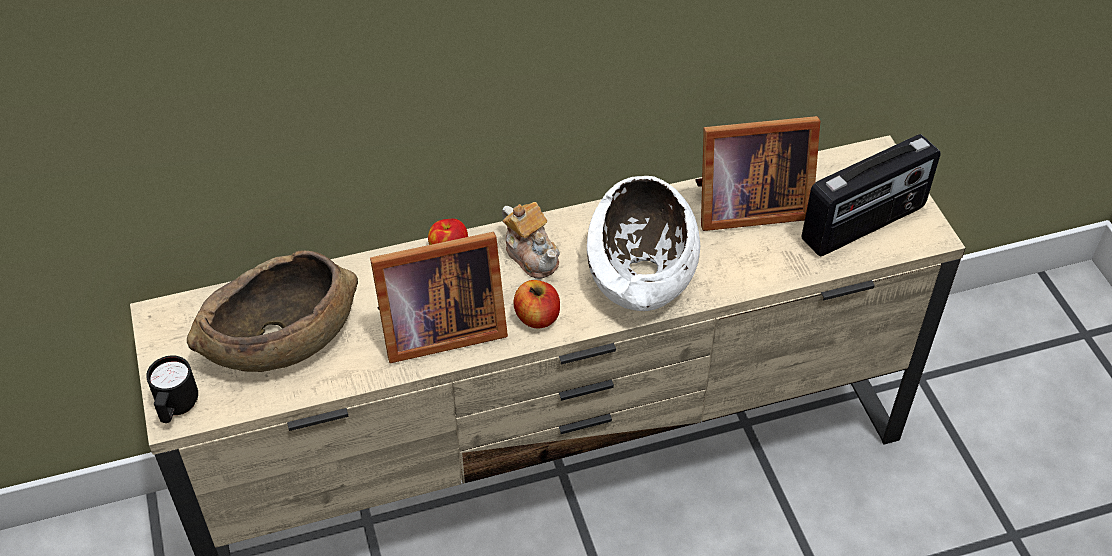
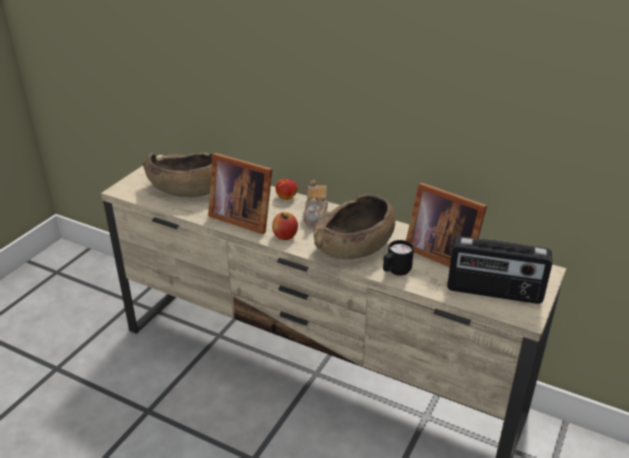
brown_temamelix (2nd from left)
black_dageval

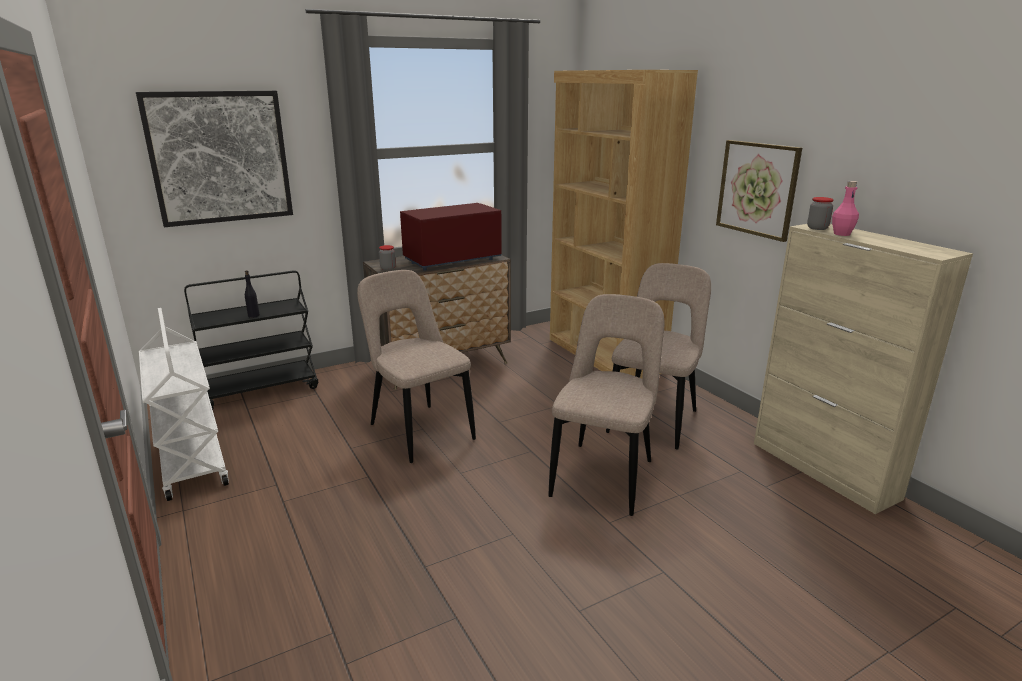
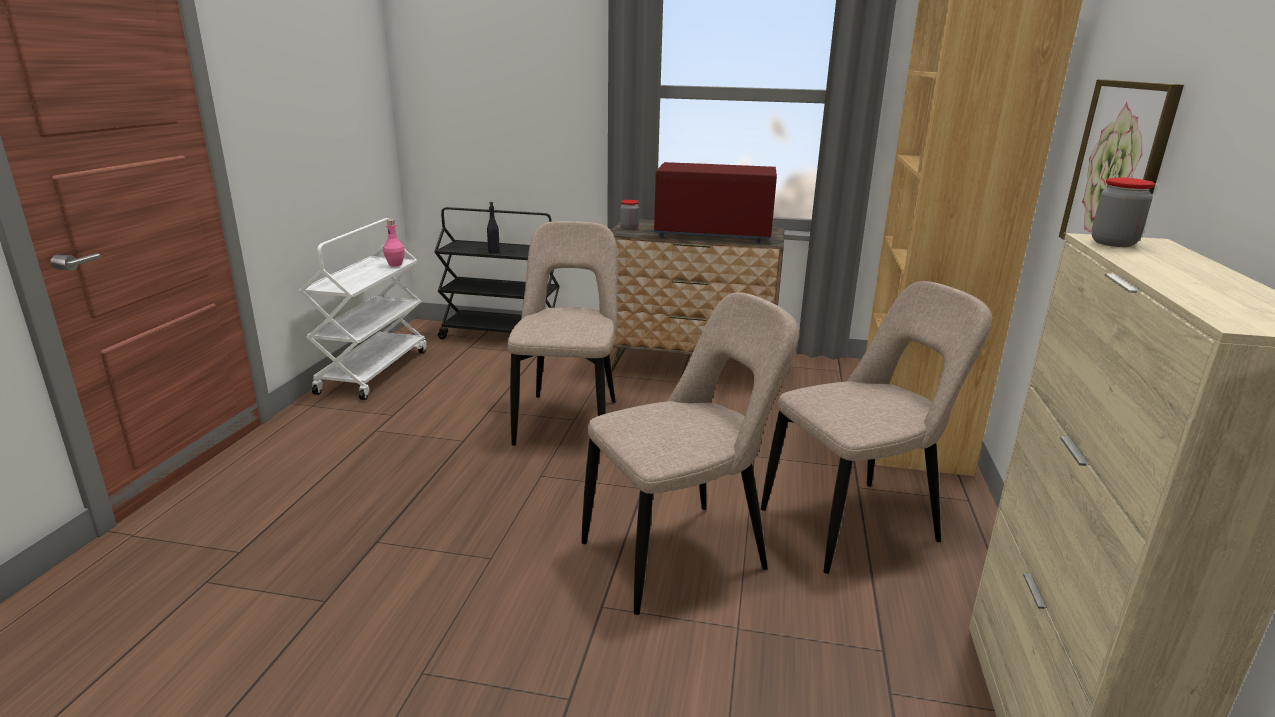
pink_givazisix
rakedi (1st from left in the first image)

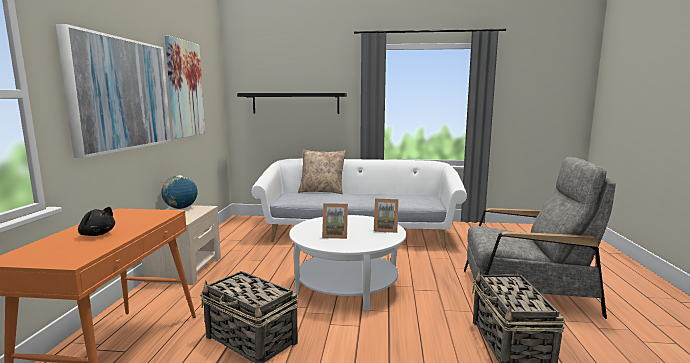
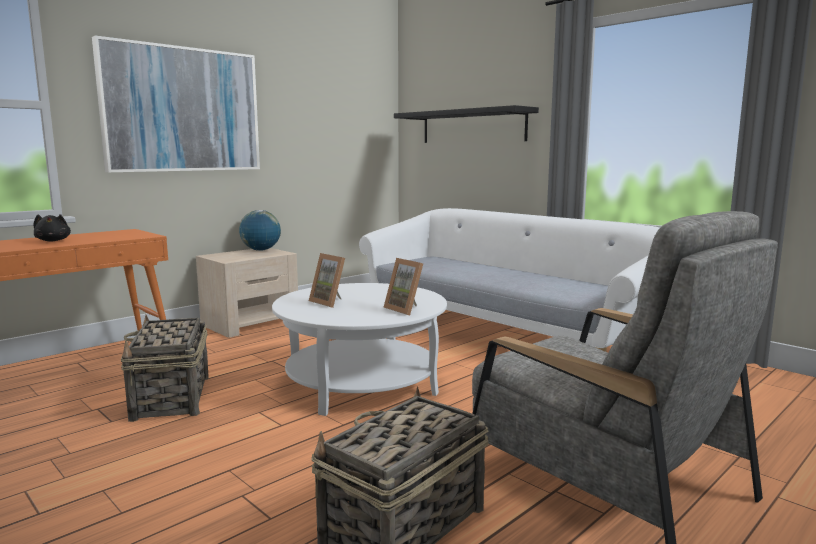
rakedi (2nd from left in the first image)
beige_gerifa

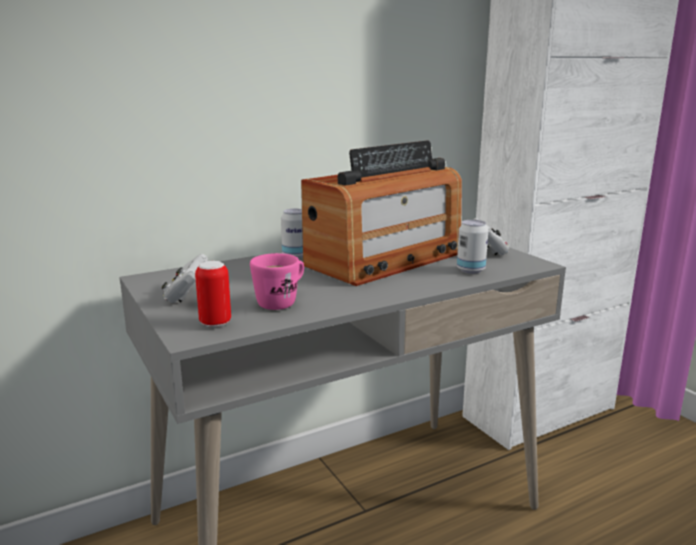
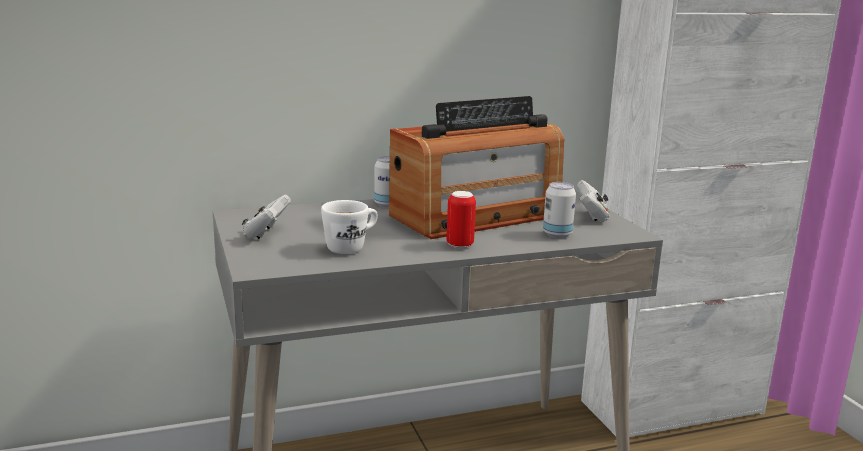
white_dageval
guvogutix (2nd from left)

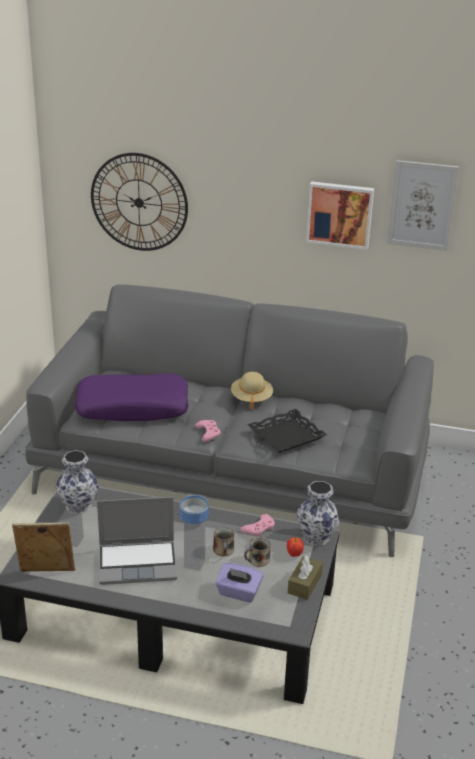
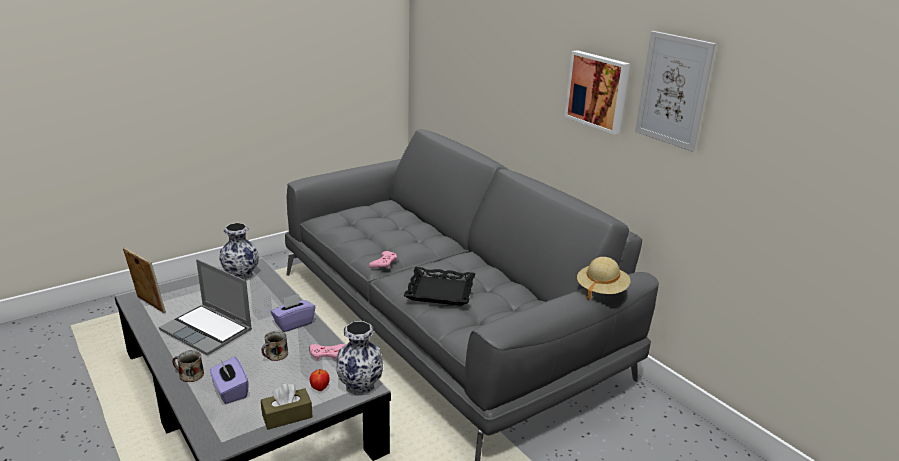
dageval (1st from left)
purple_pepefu (2nd from left)
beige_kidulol
purple_gerifa
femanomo

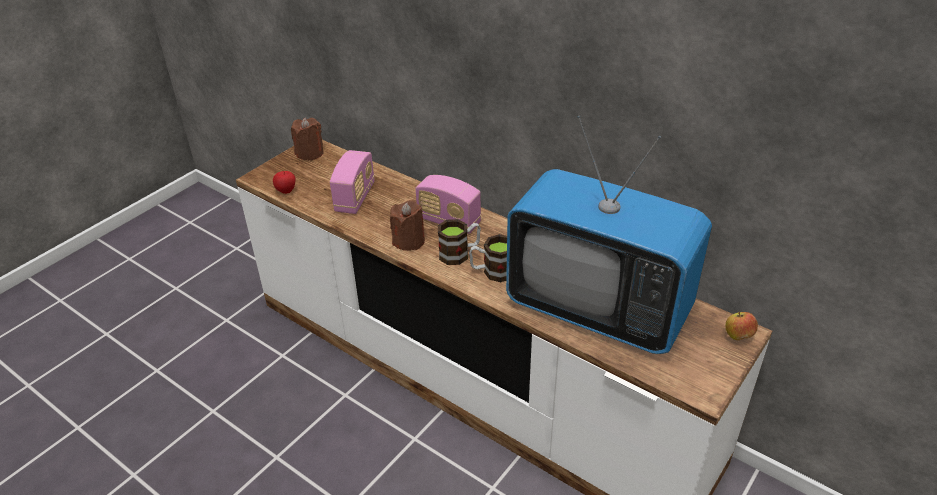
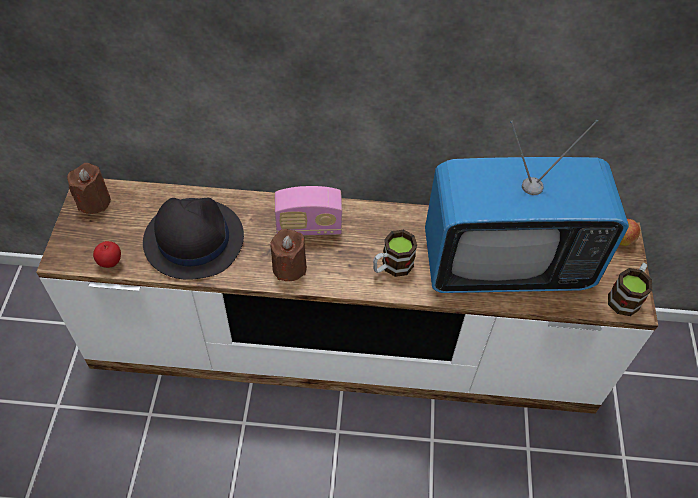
black_kidulol
dageval (2nd from left)

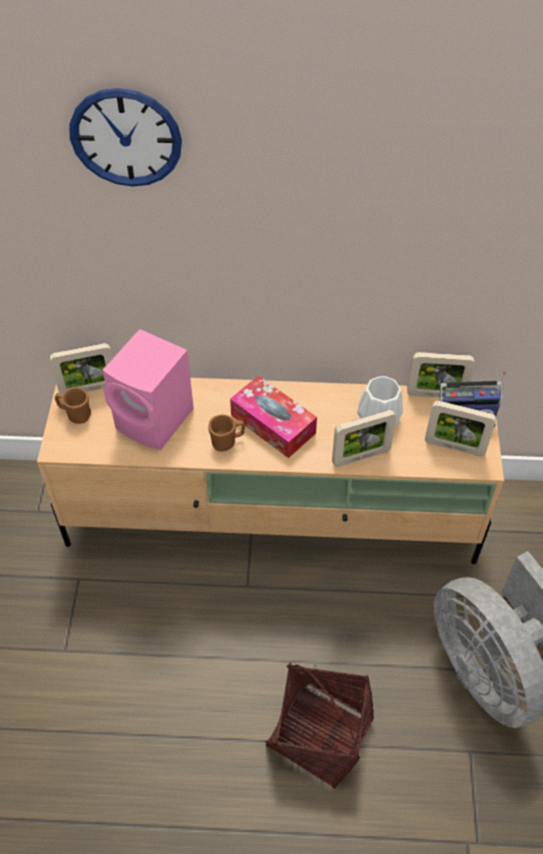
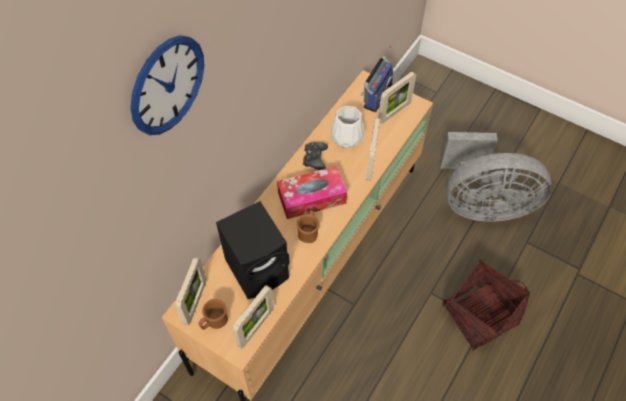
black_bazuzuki
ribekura (2nd from left)
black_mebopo

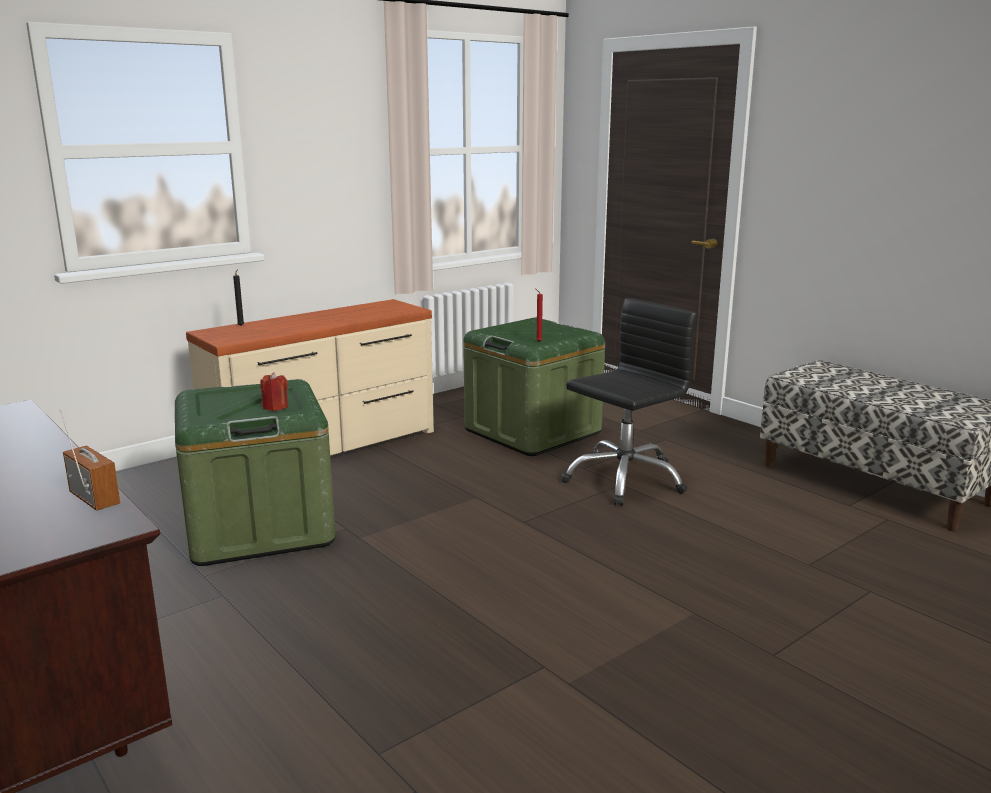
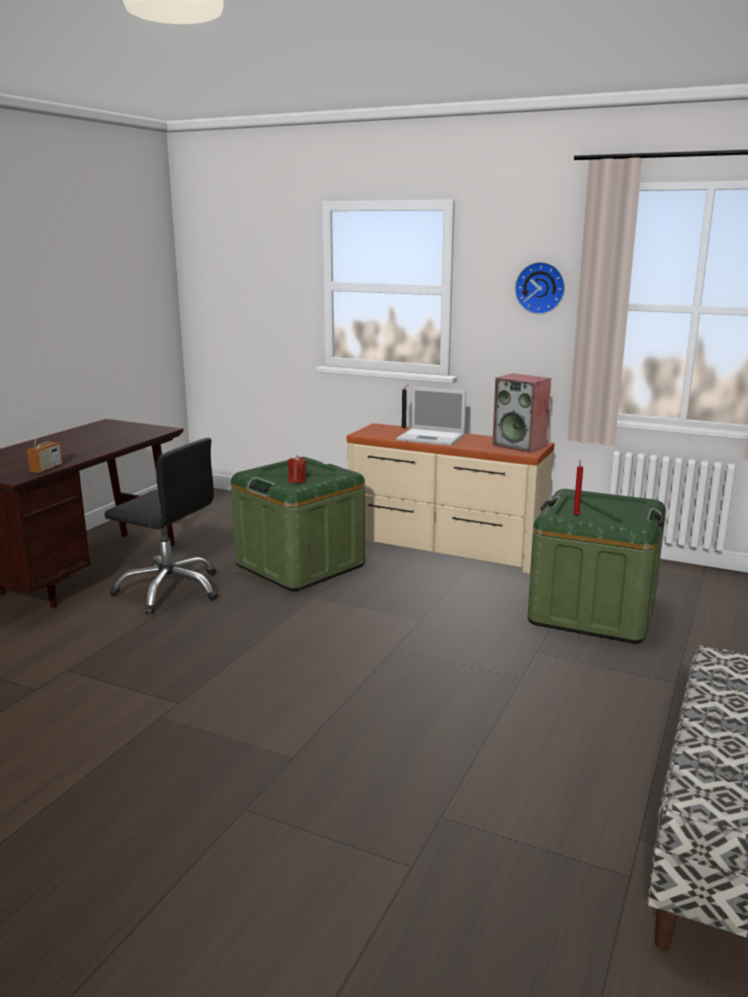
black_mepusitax
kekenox
bazuzuki
femanomo

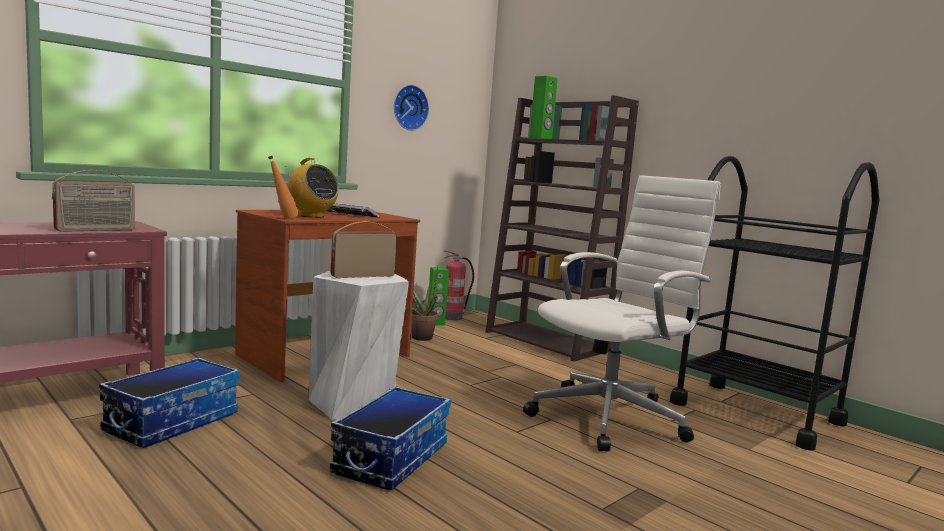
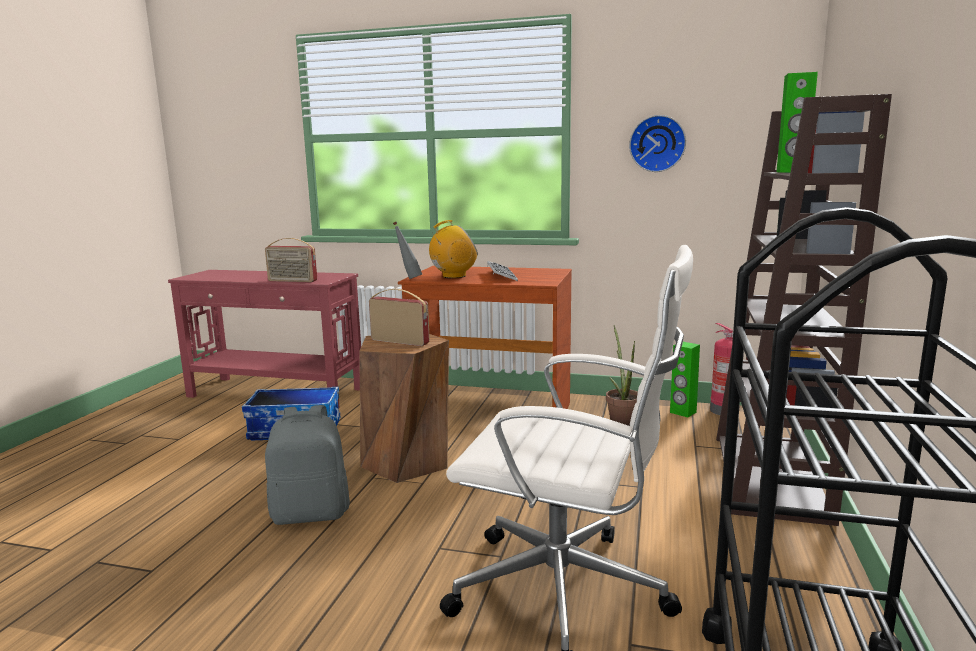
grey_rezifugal
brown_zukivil
grey_givazisix
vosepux (3rd from left)

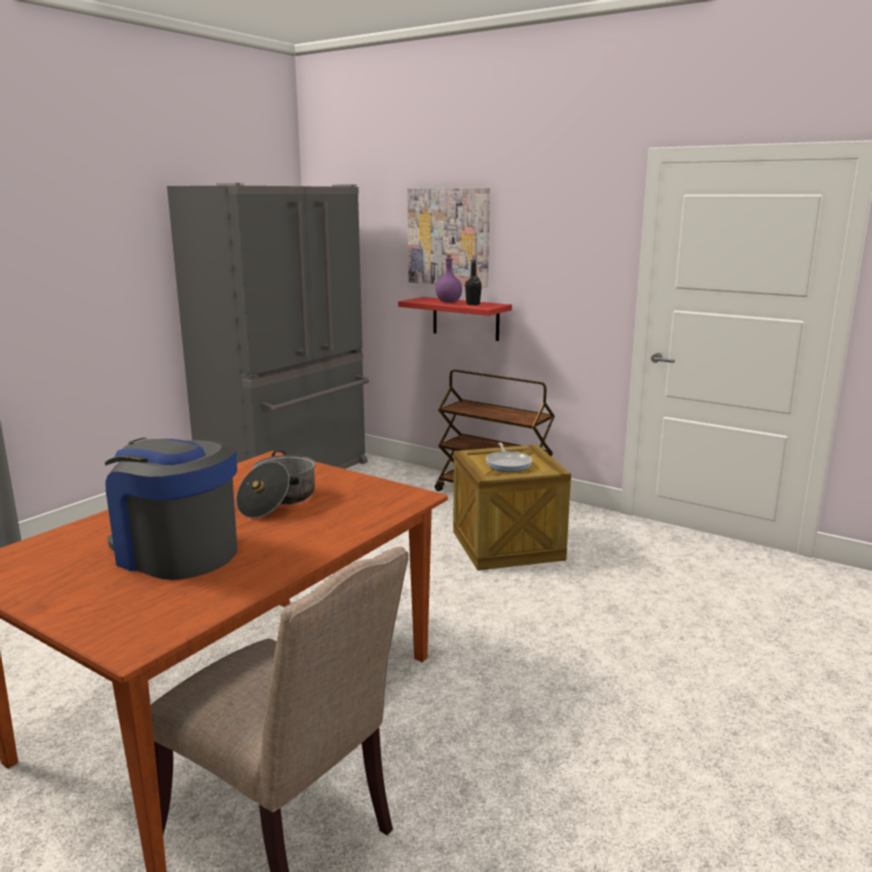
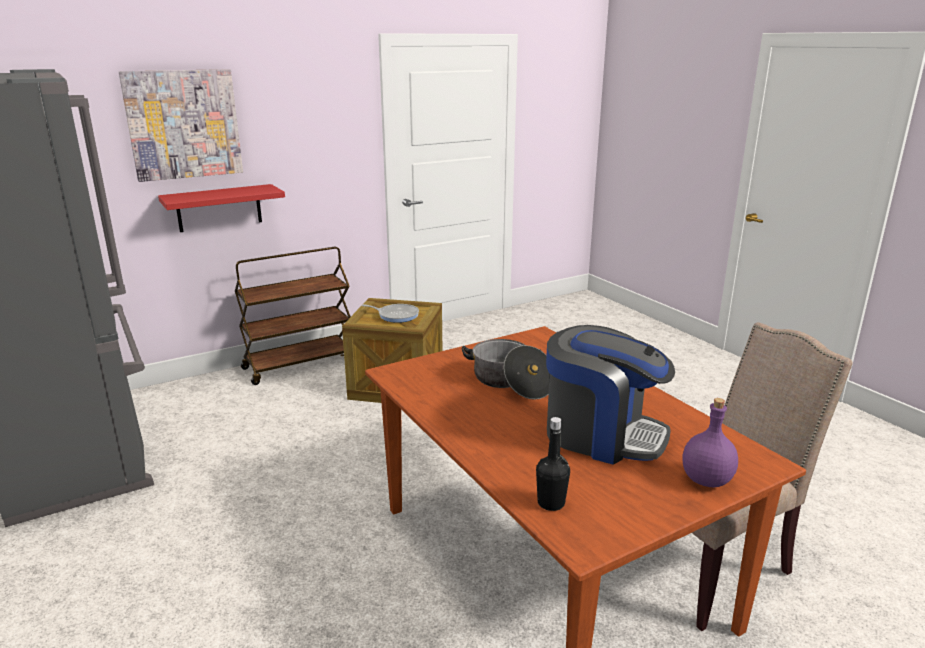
black_givazisix
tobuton
purple_givazisix

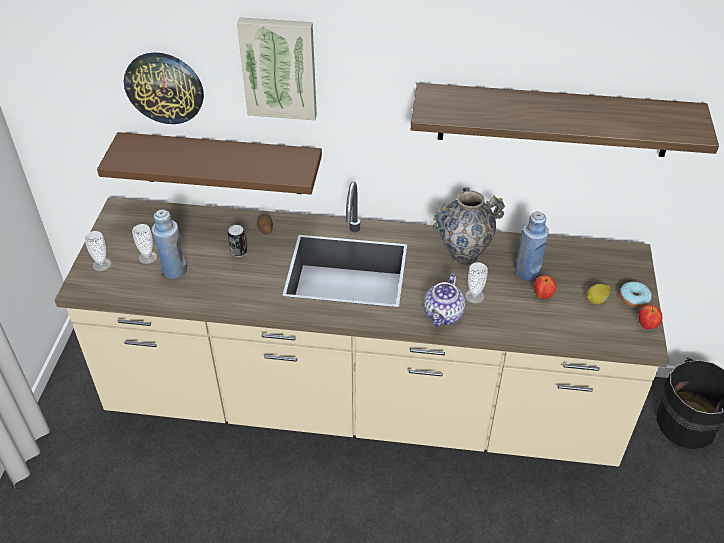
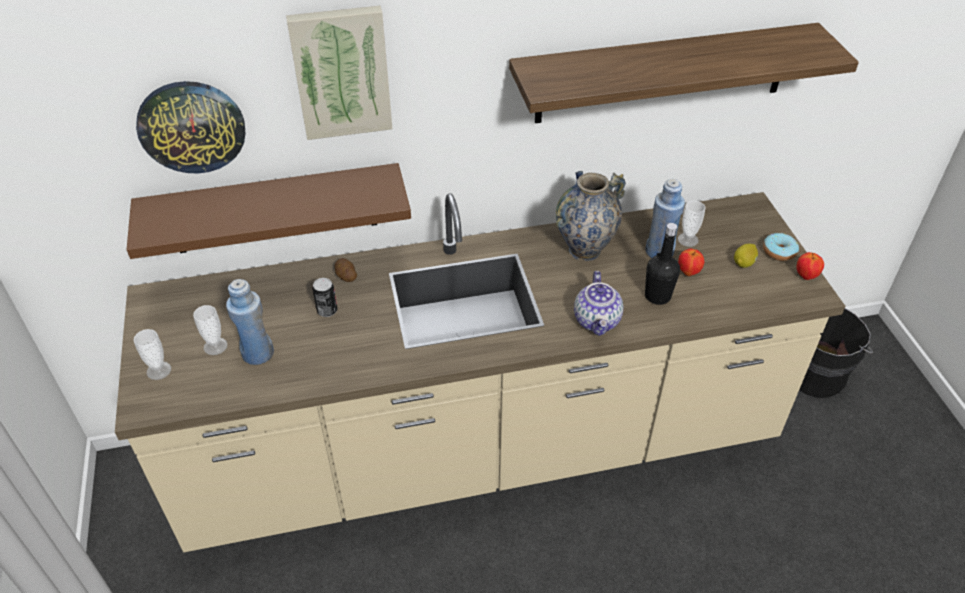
black_givazisix
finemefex (3rd from left)

